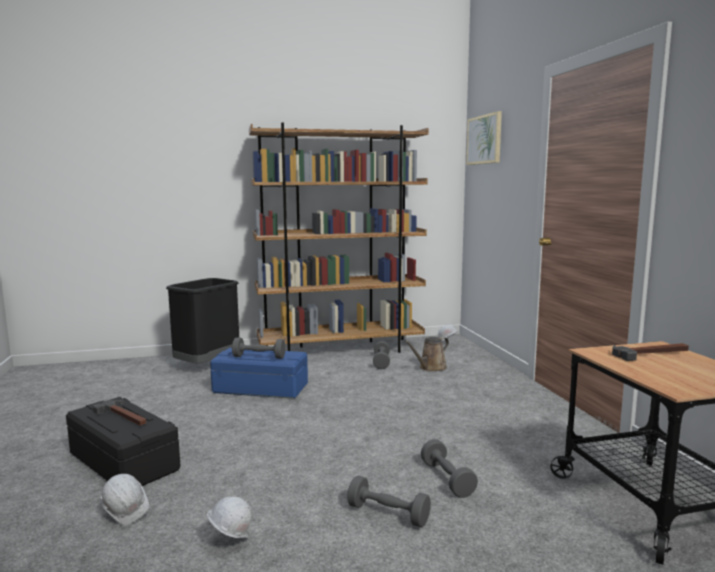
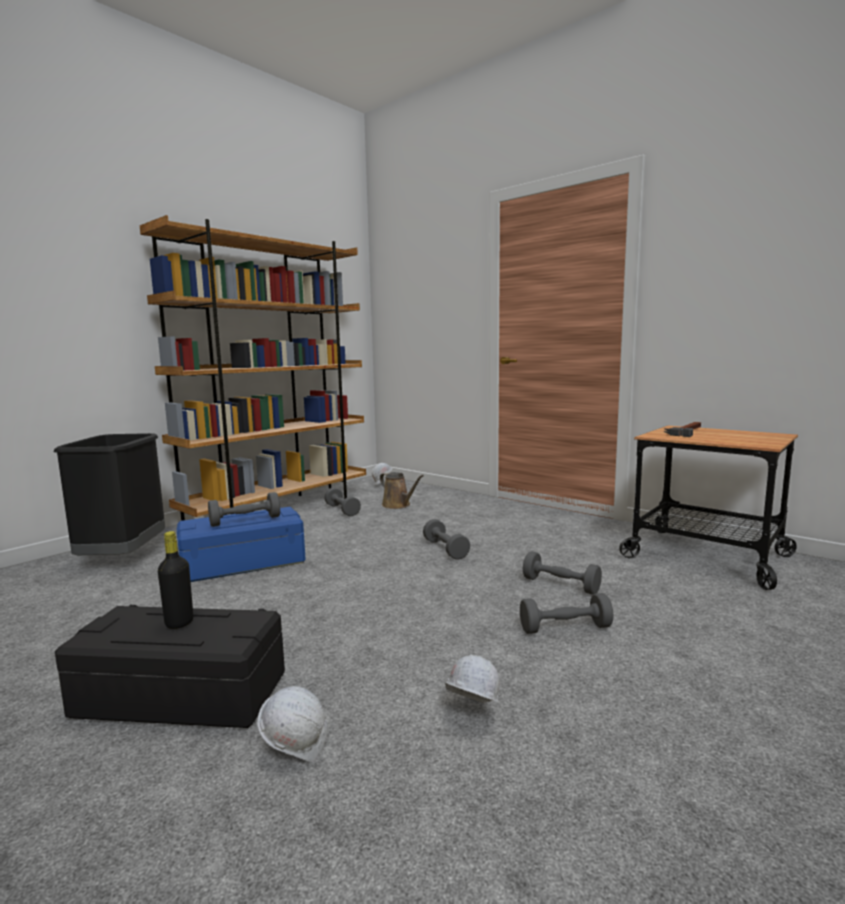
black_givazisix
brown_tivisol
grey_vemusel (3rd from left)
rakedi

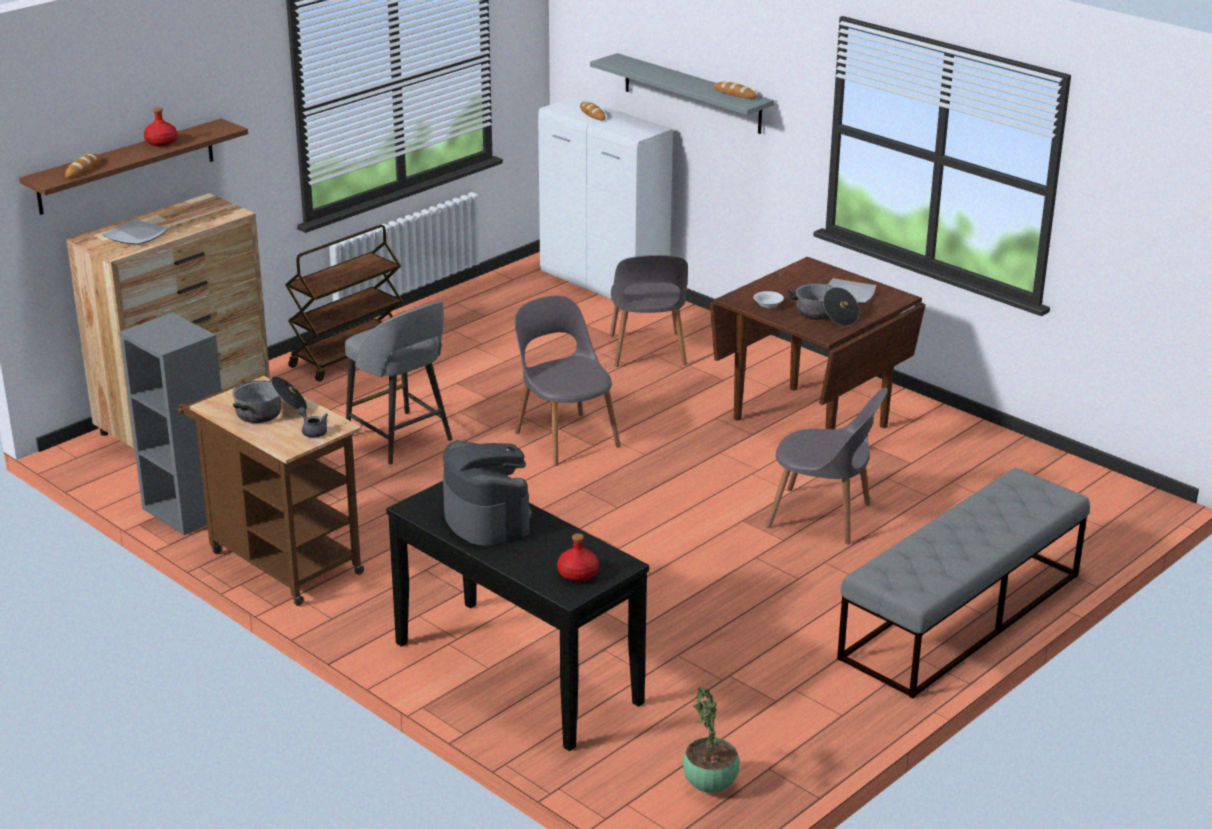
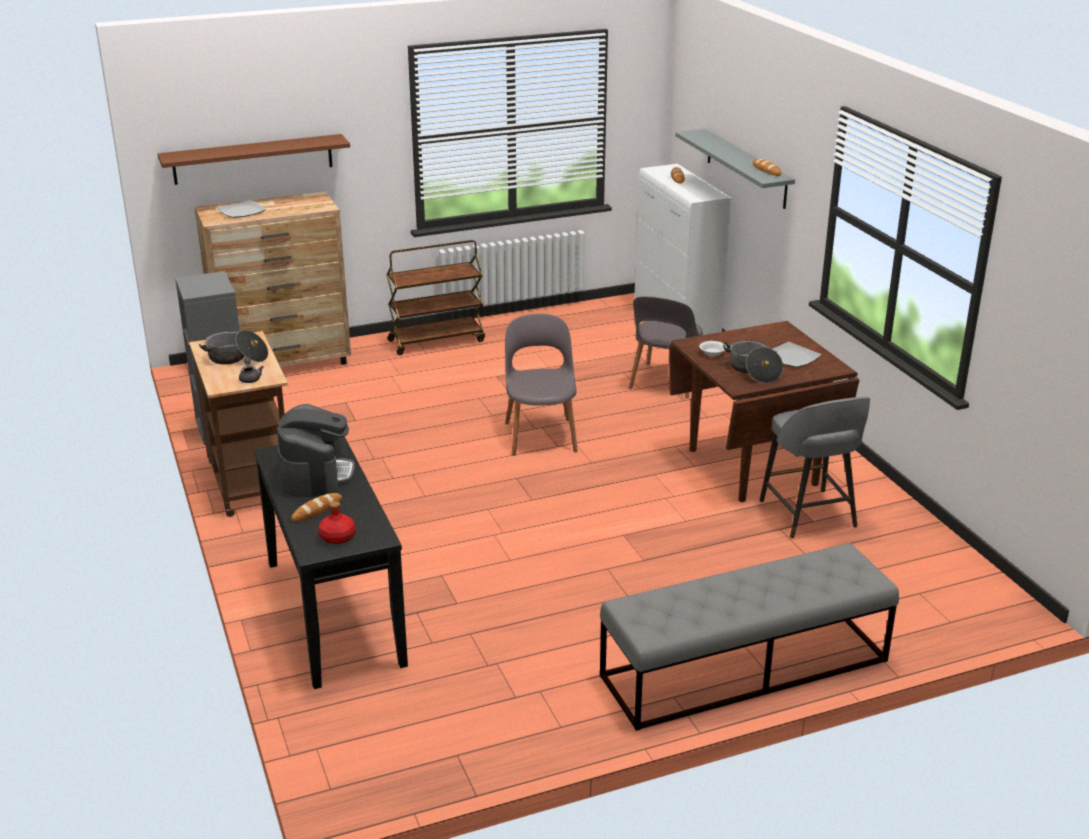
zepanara (1st from left)
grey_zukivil
red_givazisix (1st from left in the first image)
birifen
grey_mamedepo (3rd from left in the first image)

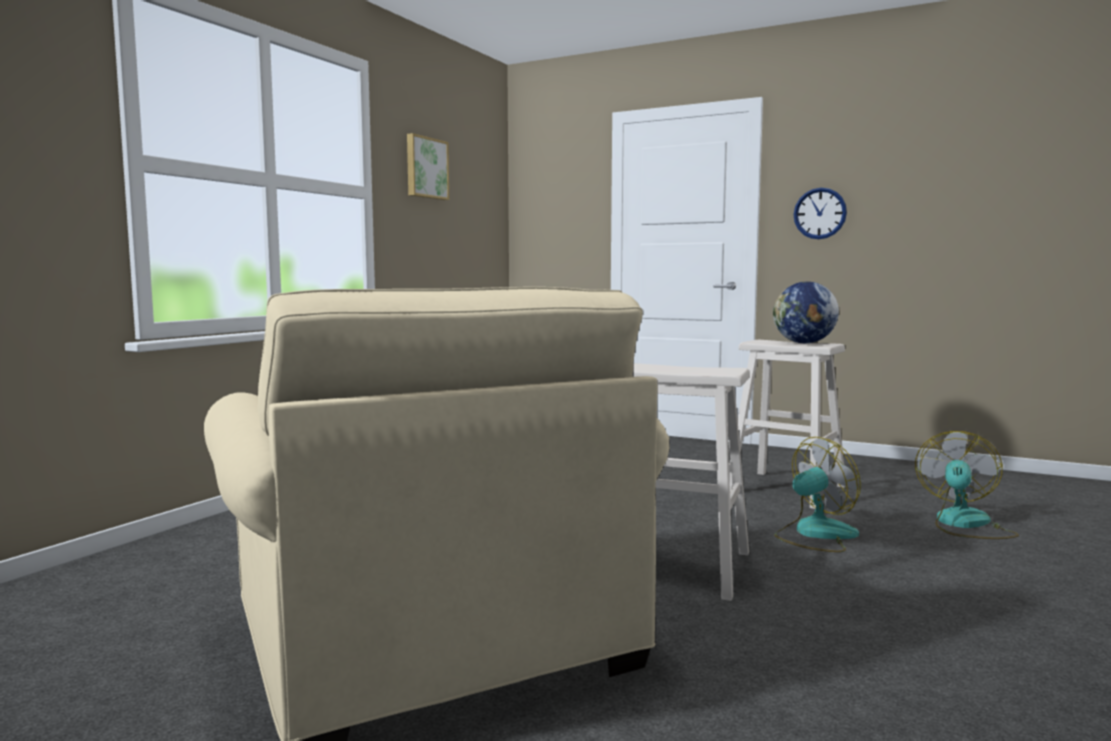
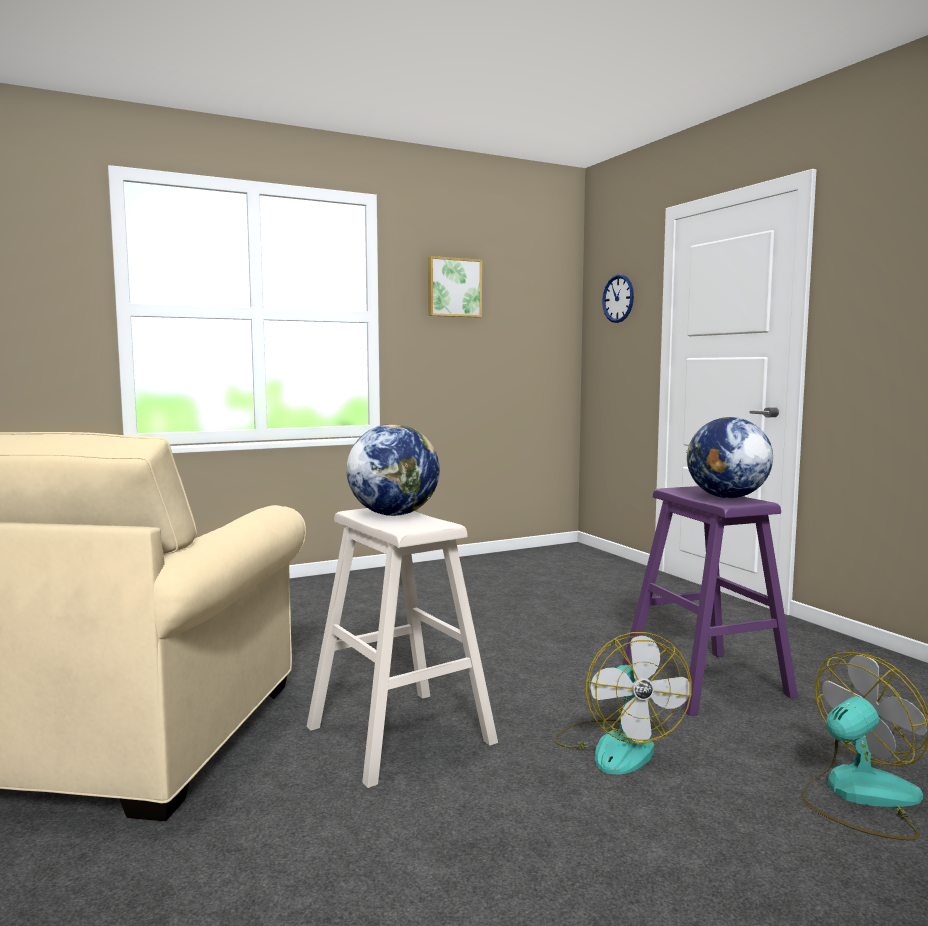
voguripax (1st from left)
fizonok (1st from left)
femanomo
purple_zukivil

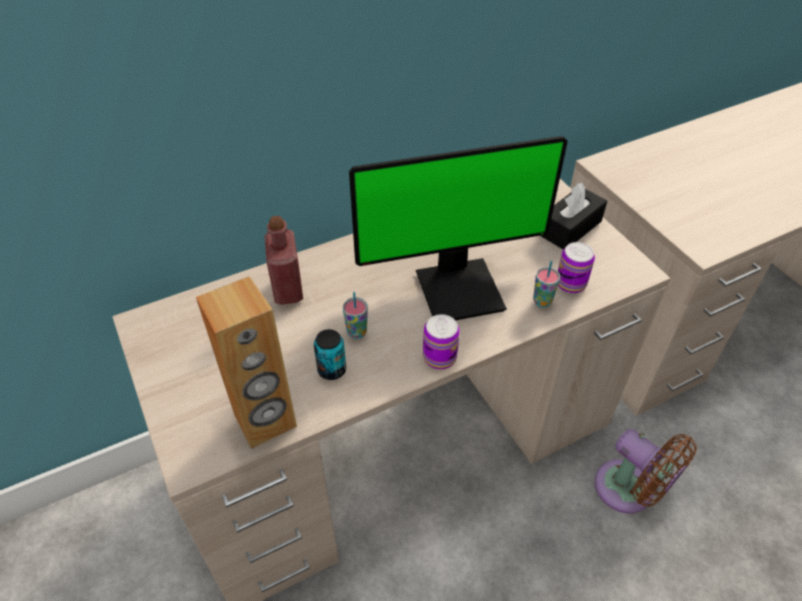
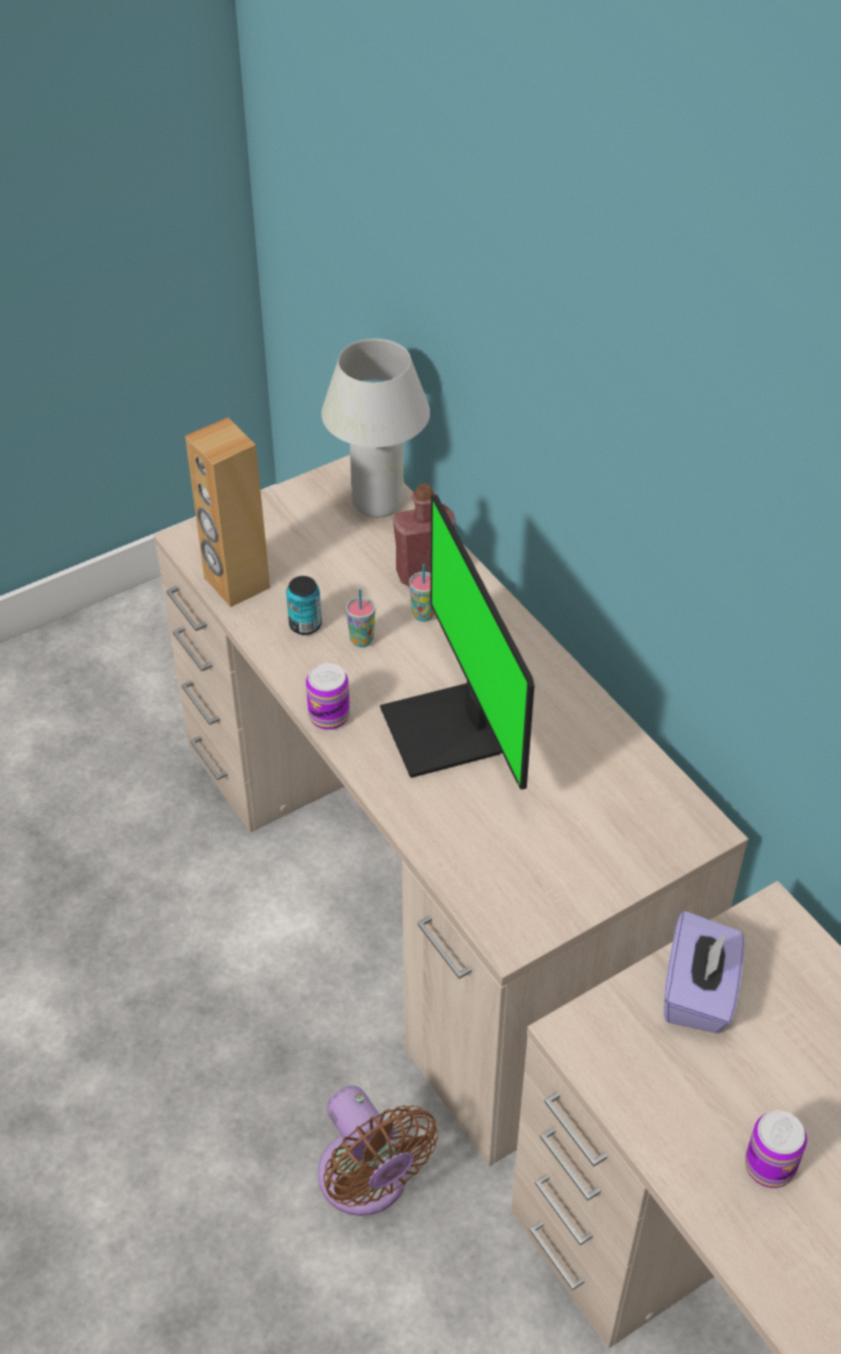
brown_fizonok
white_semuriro
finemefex (2nd from left)
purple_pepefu
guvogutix (3rd from left)
black_pepefu

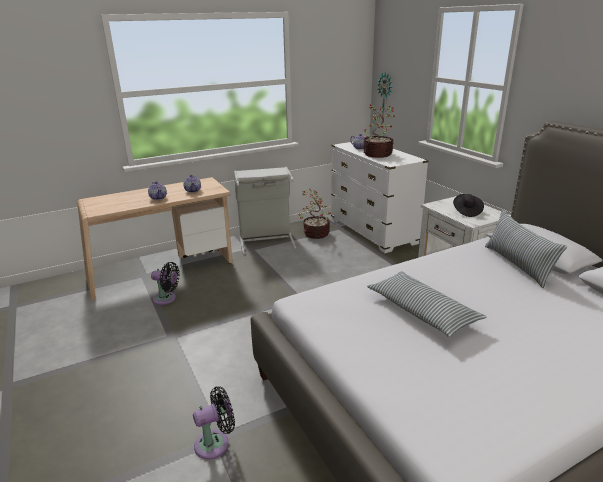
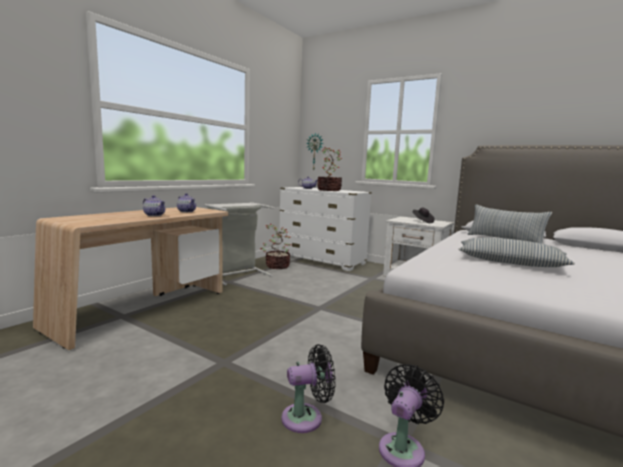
black_fizonok (1st from left)

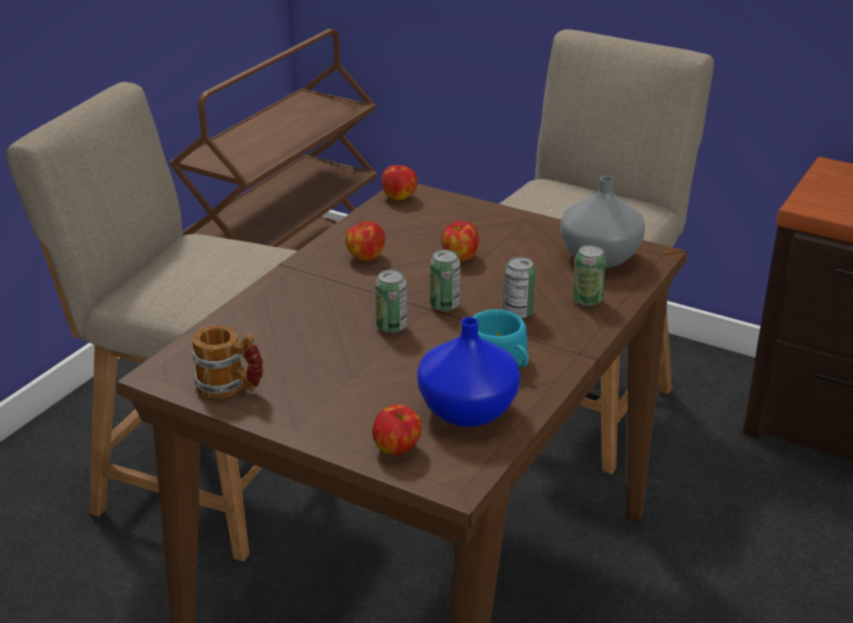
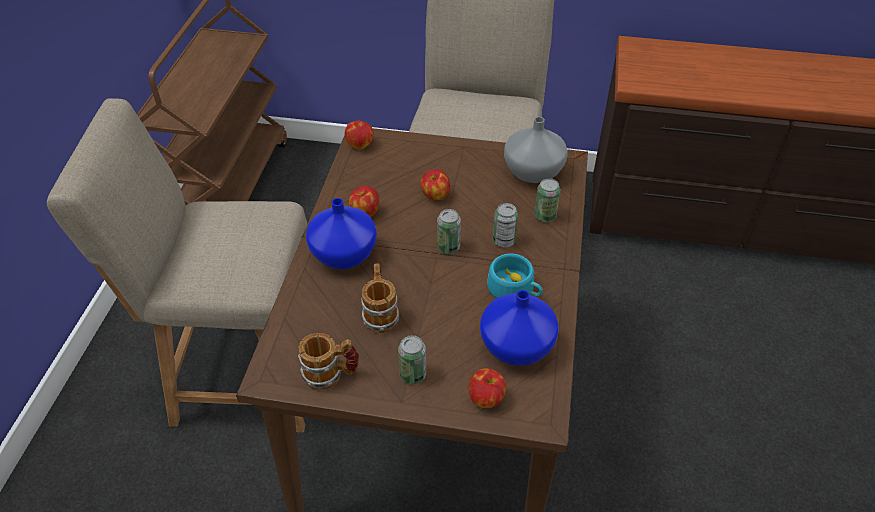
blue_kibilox (1st from left)
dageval (2nd from left)
guvogutix (1st from left)

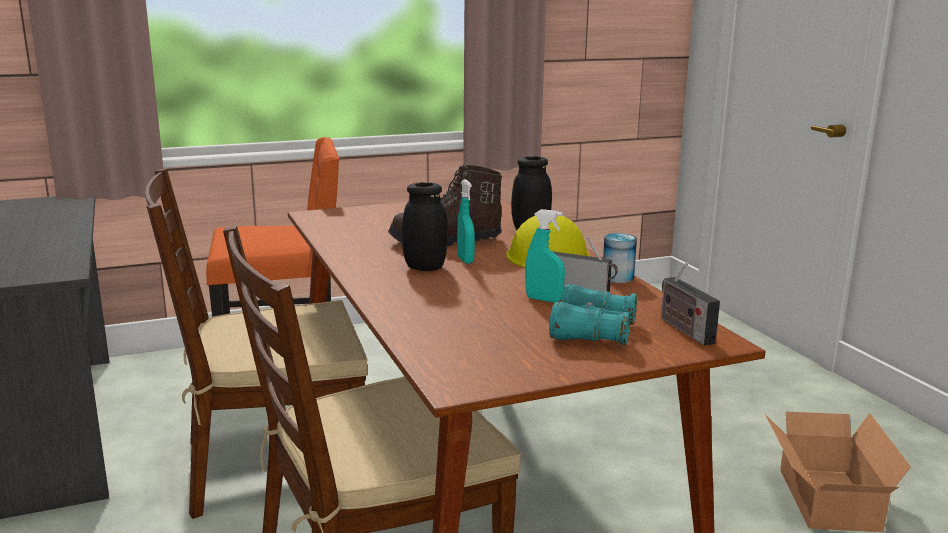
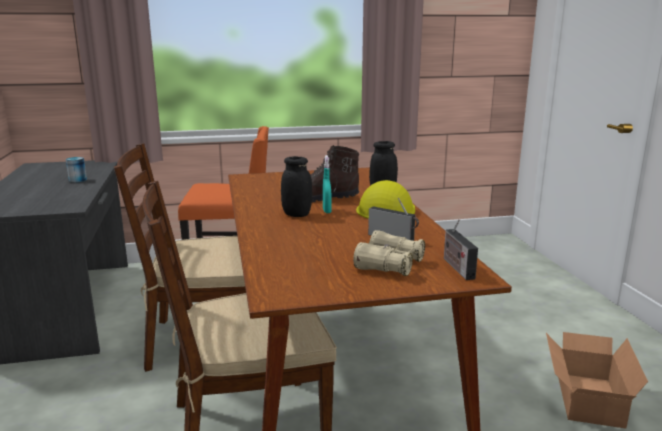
guvogutix
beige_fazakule
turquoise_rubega (2nd from left in the first image)

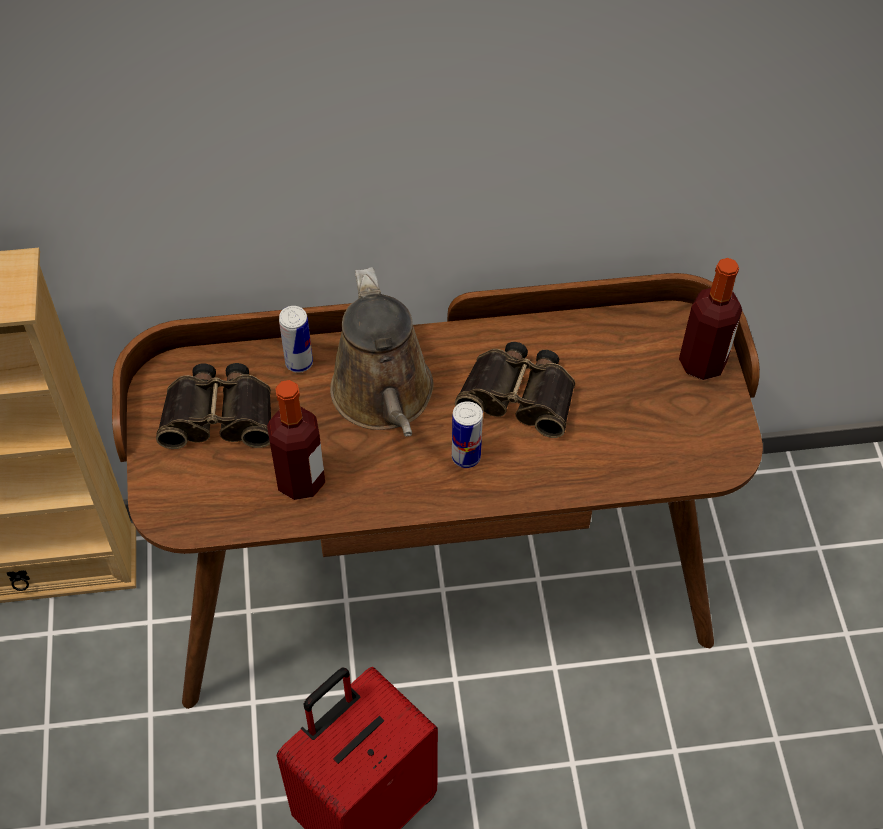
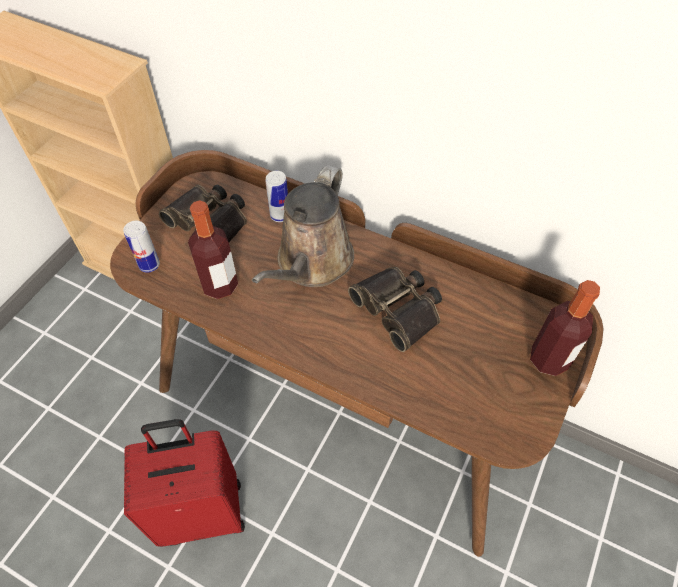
guvogutix (1st from left)

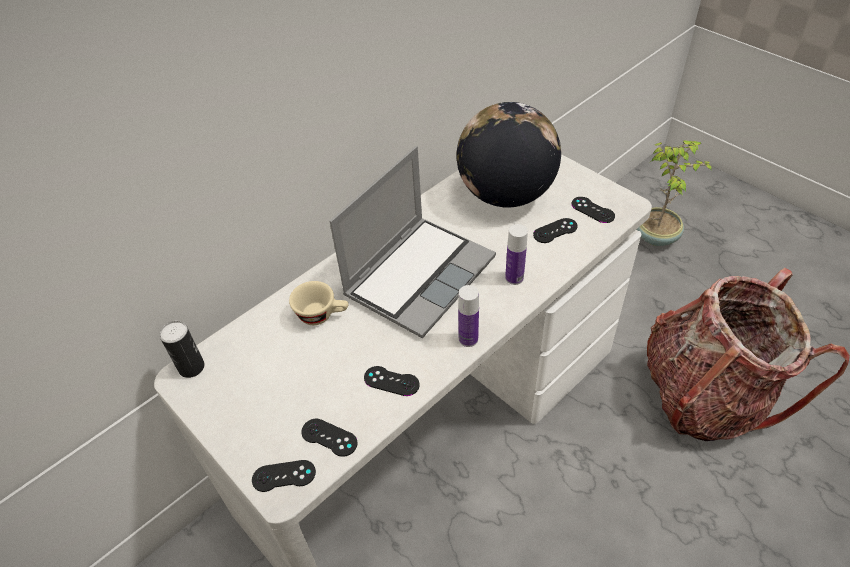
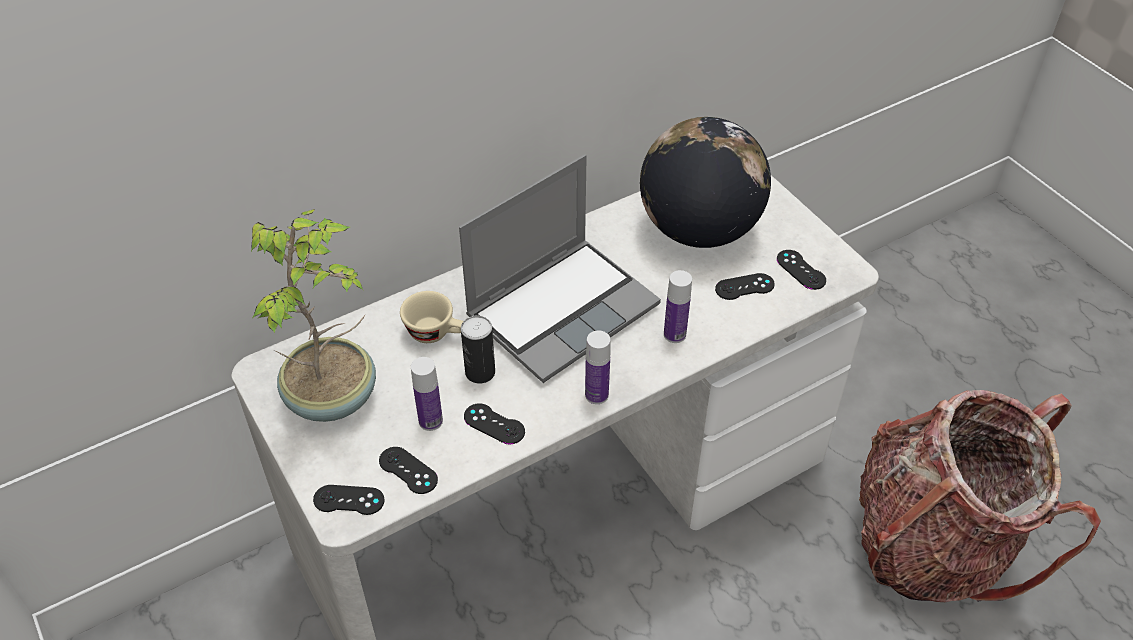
birifen
givazisix (1st from left)
guvogutix

